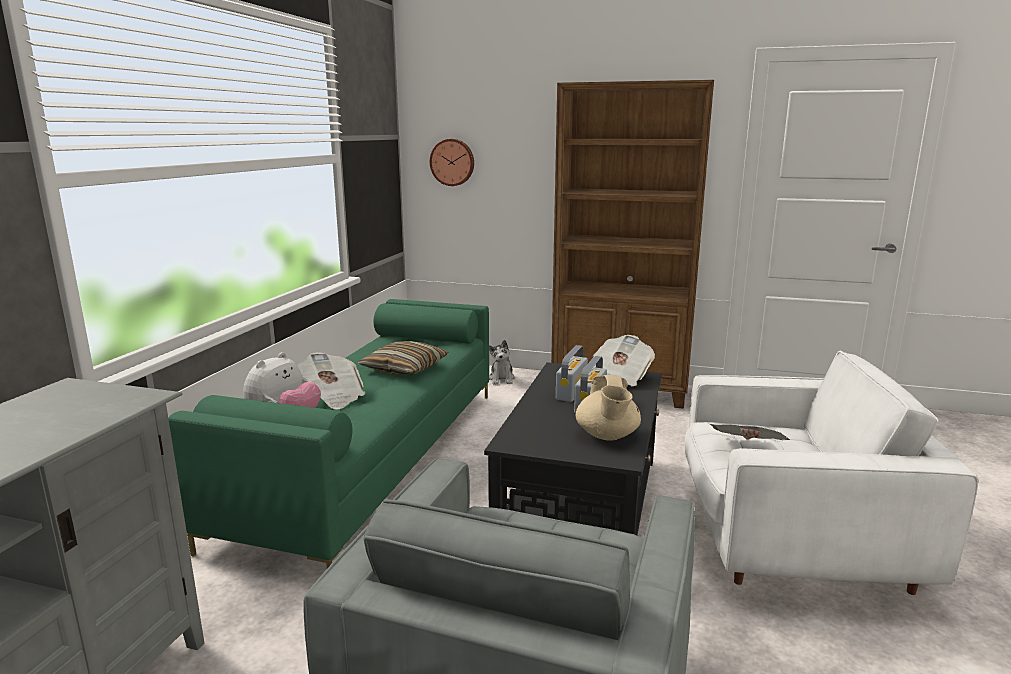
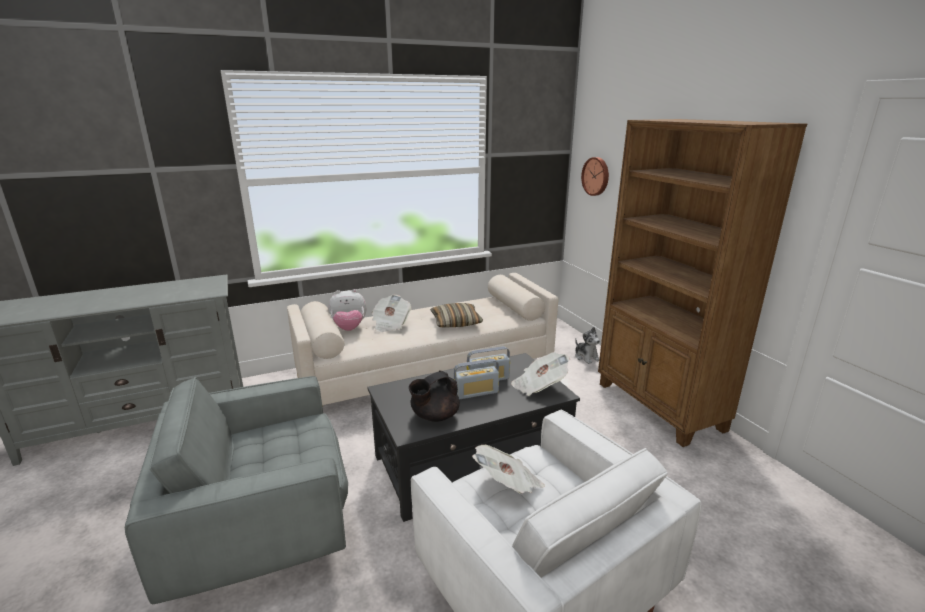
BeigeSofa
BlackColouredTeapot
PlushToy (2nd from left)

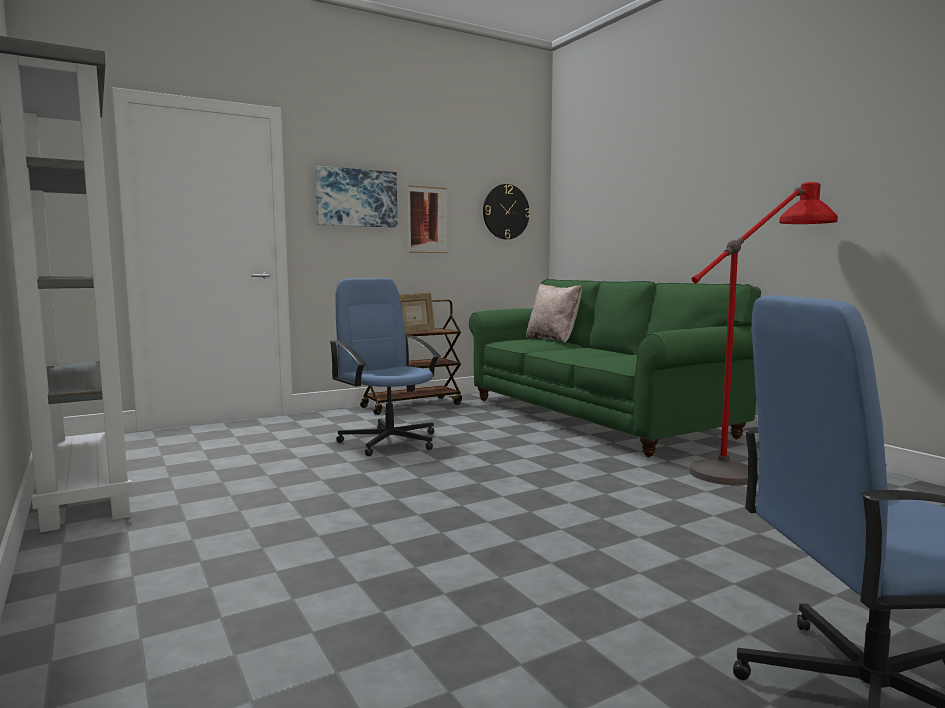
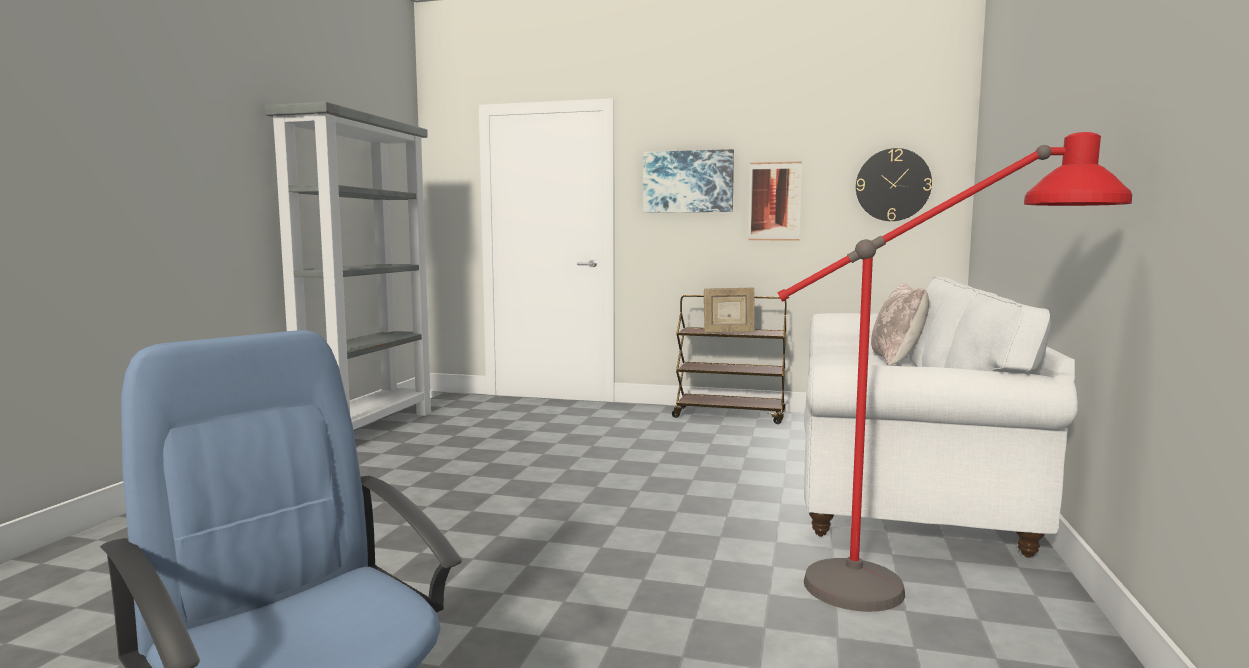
BlueComputerChair (1st from left in the first image)
WhitishSofa

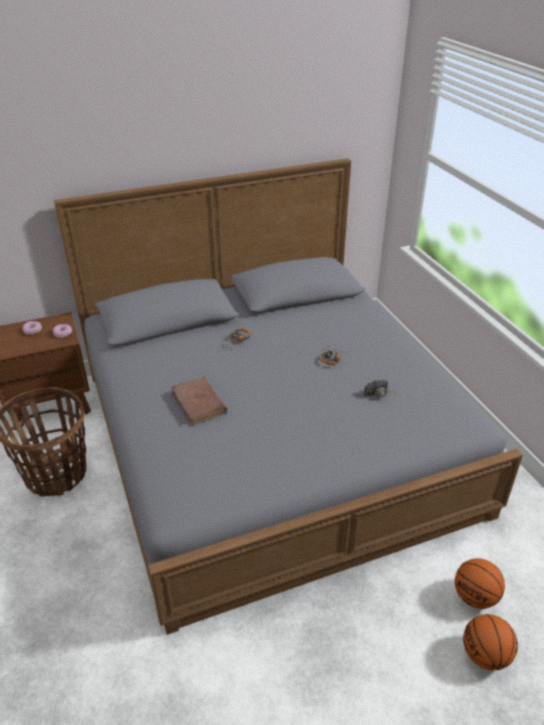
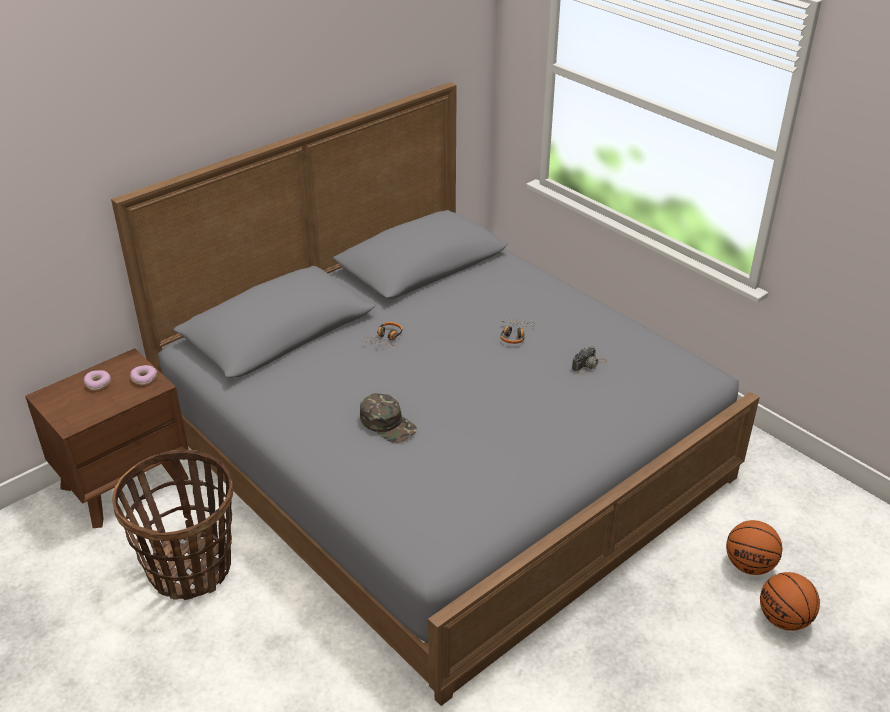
GreenColouredCap

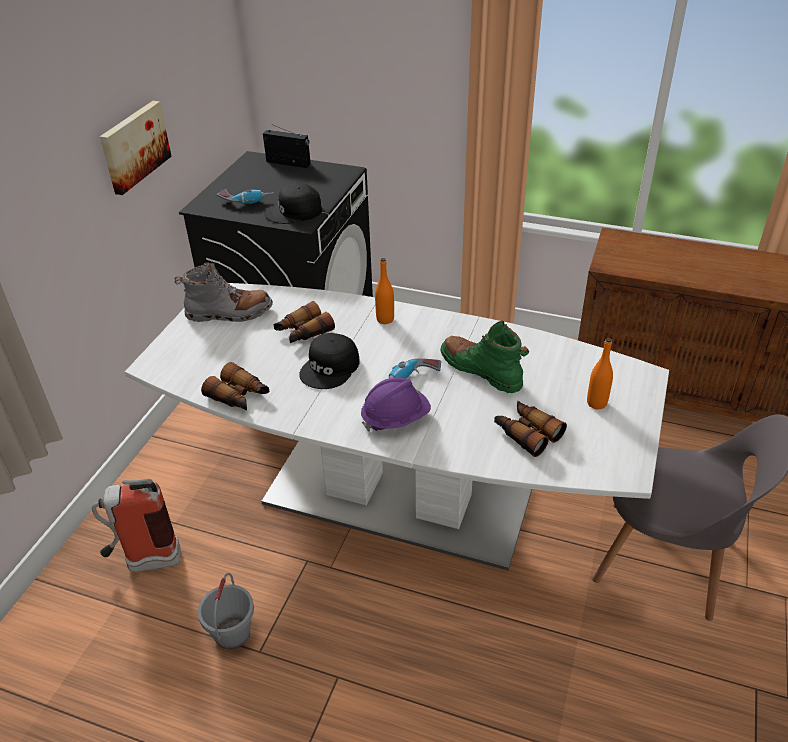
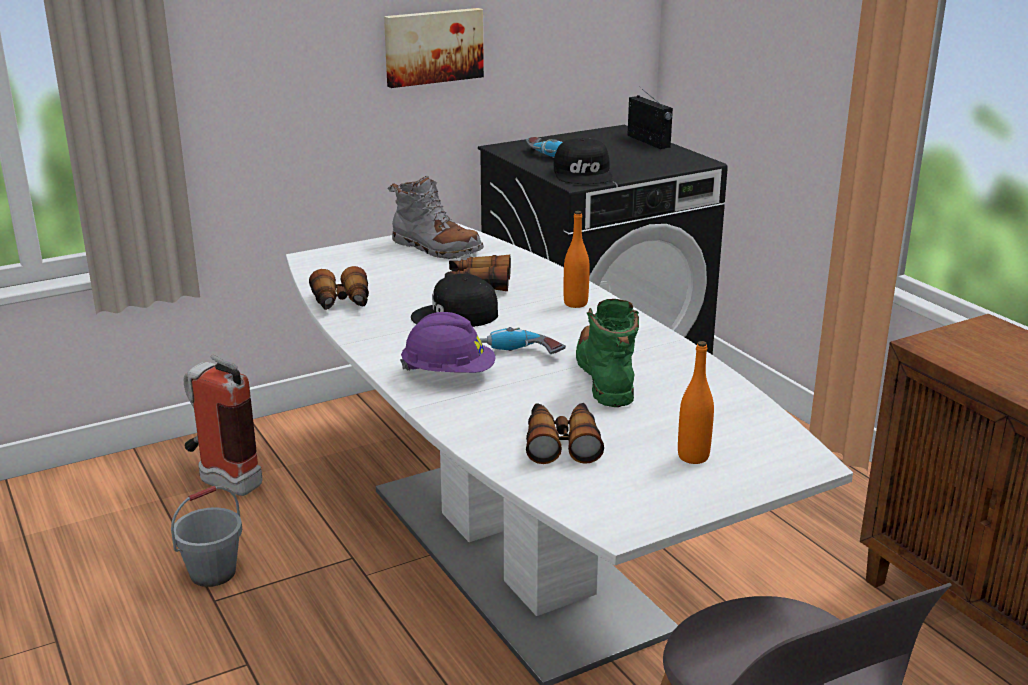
BlackColouredCap (2nd from left)

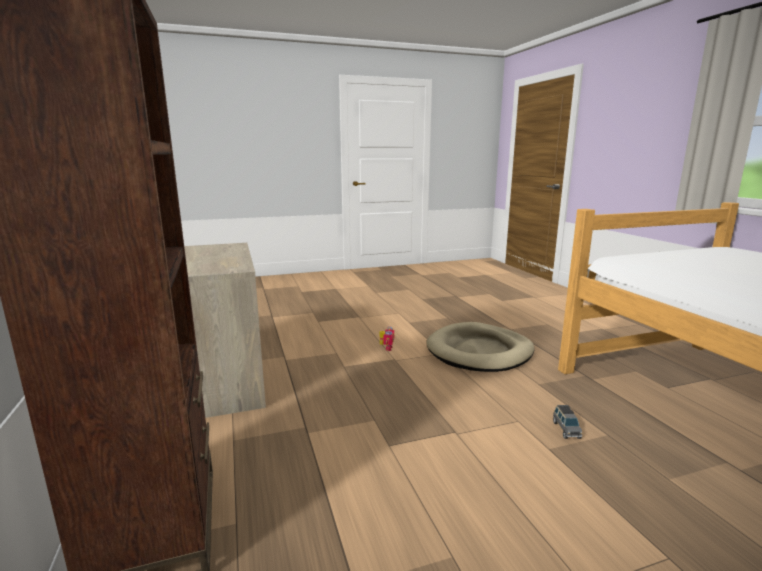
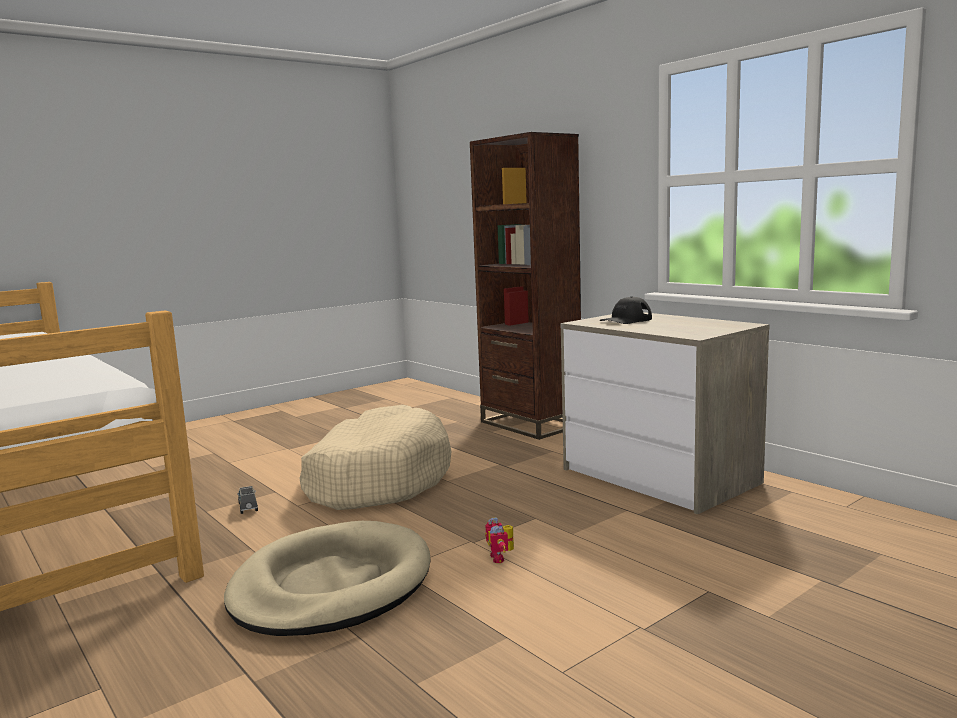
BeigeDogBed (2nd from left)
BlackColouredCap

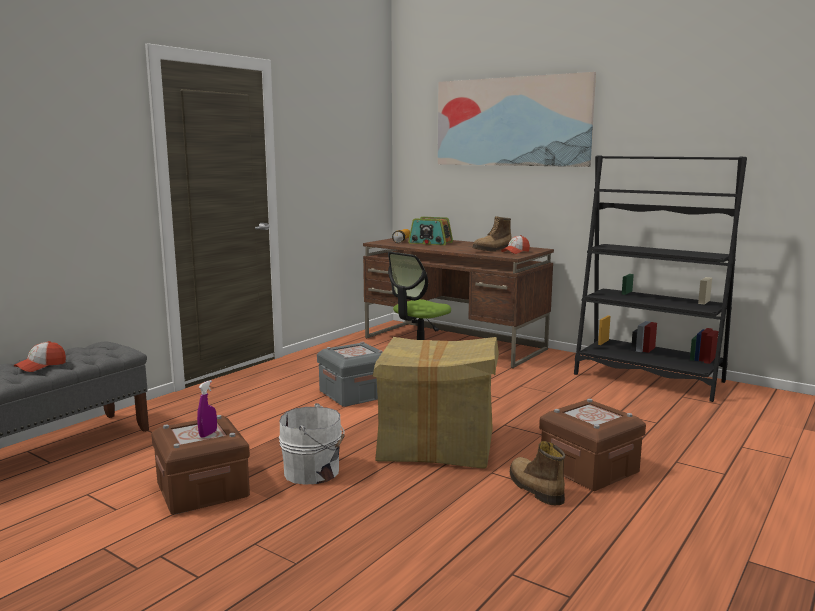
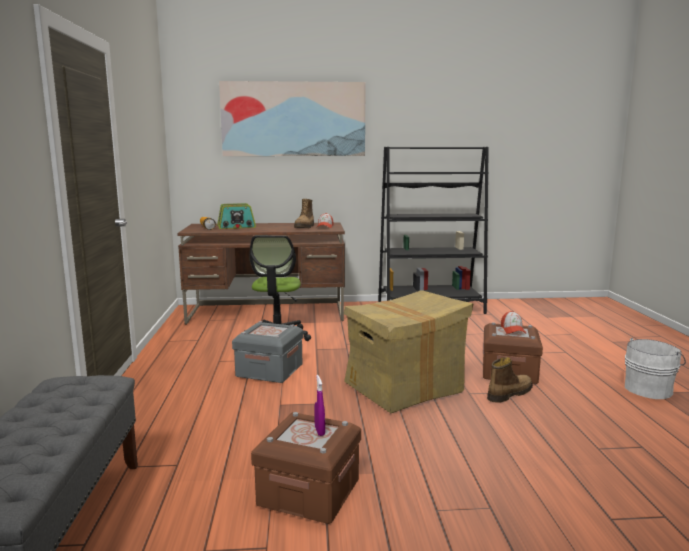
Cap (2nd from left)
WhitishPail
Boot (2nd from left)

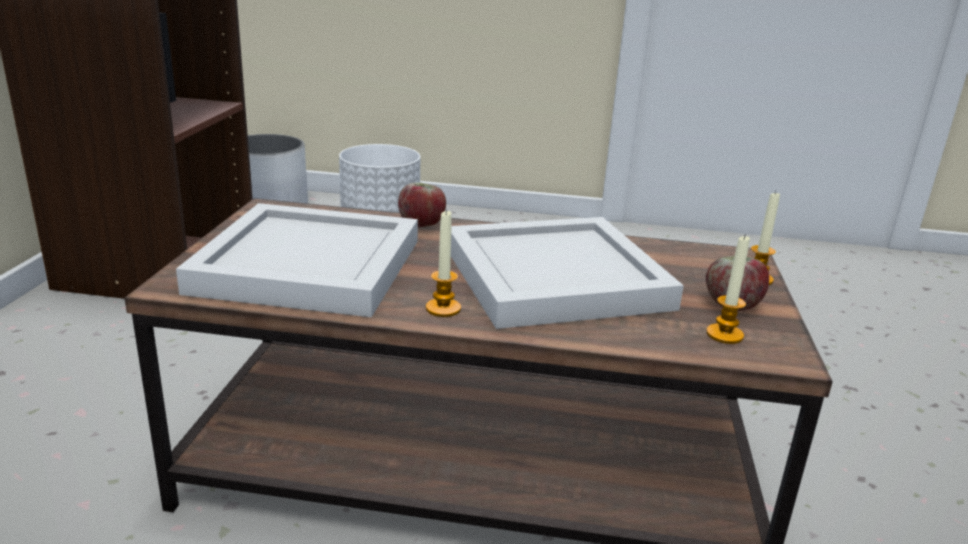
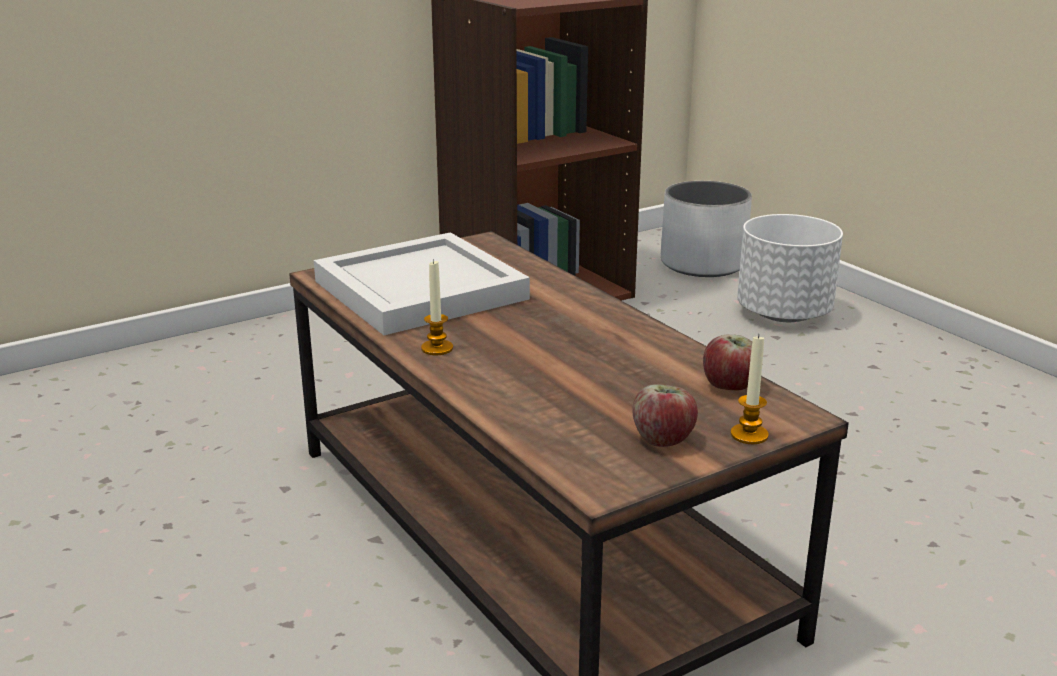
WhitishServingTray (2nd from left in the first image)
WaxCandle (2nd from left in the first image)
WholeApple (2nd from left)

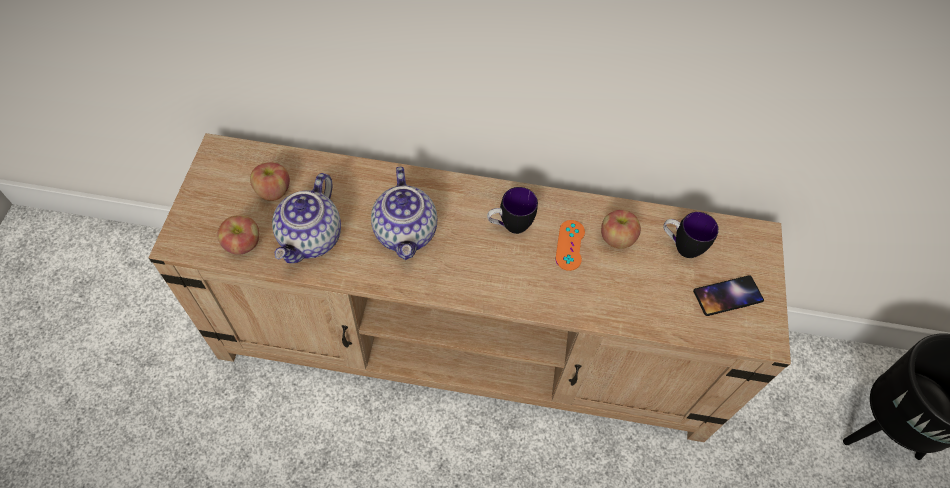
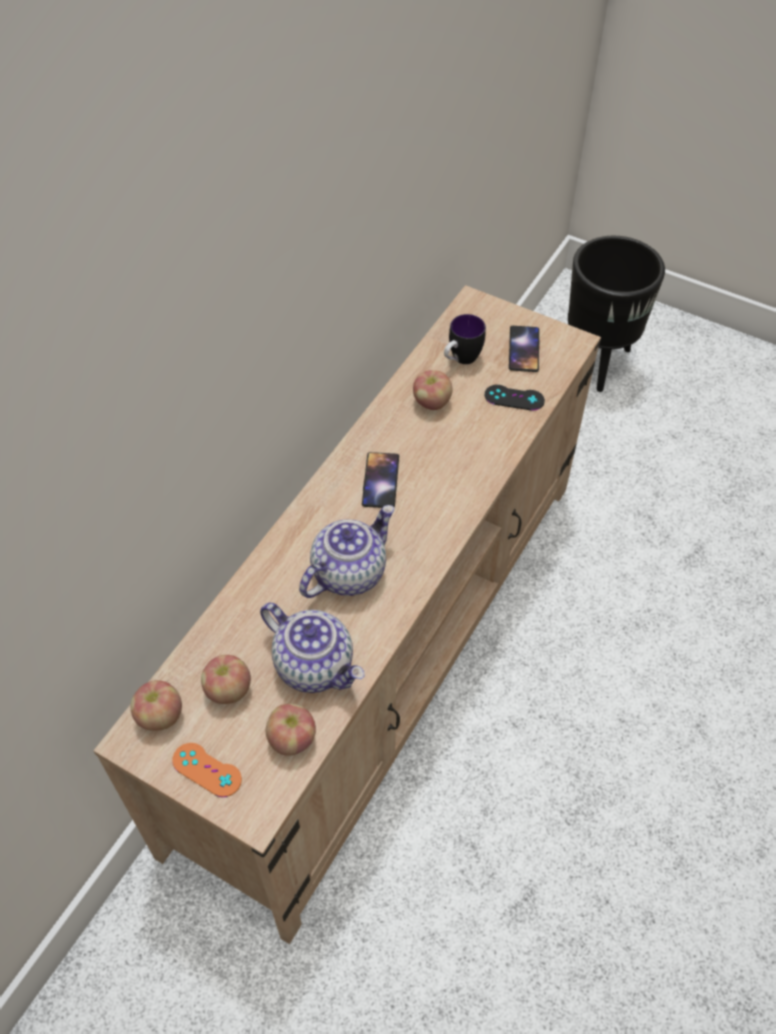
WholeApple (1st from left)
BlackColouredGameController
OrangeColouredGameController
Telephone (1st from left)
Teapot (2nd from left)

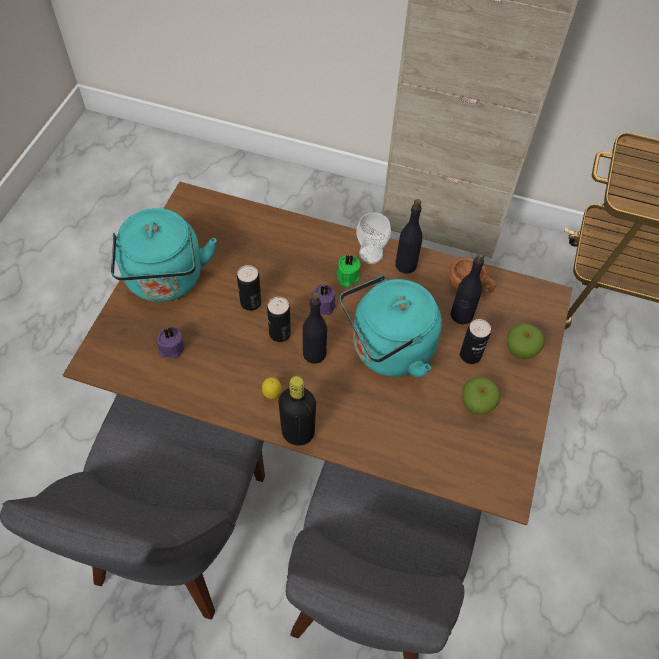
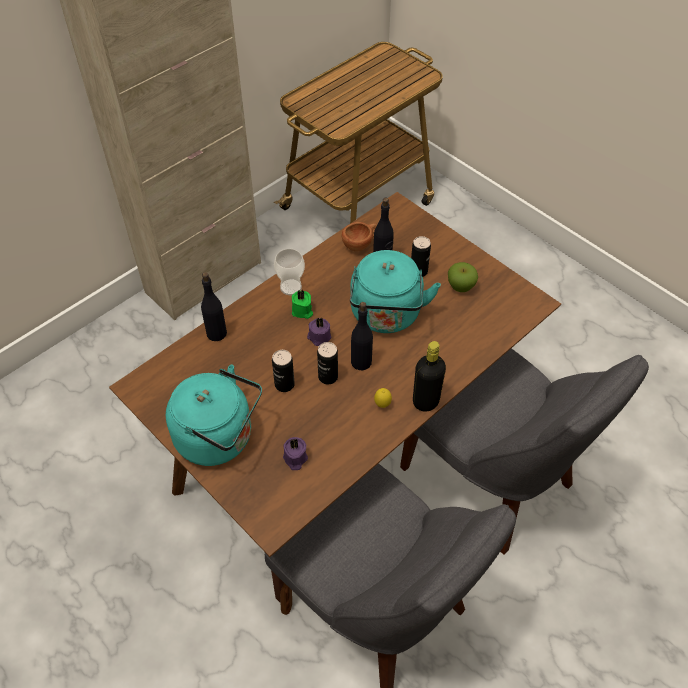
WholeApple (2nd from left in the first image)
BlackColouredBottle (1st from left)

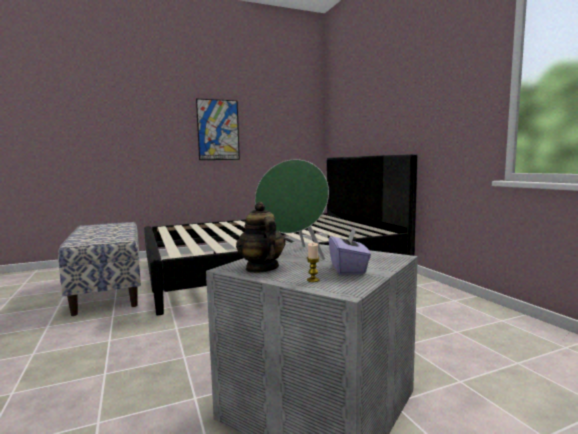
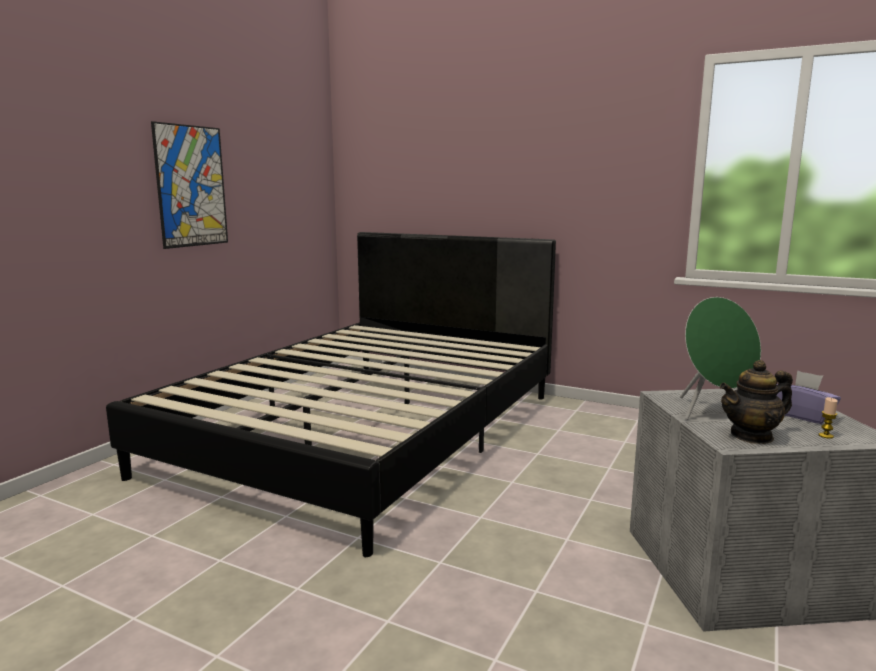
IndoorBench
Teapot

